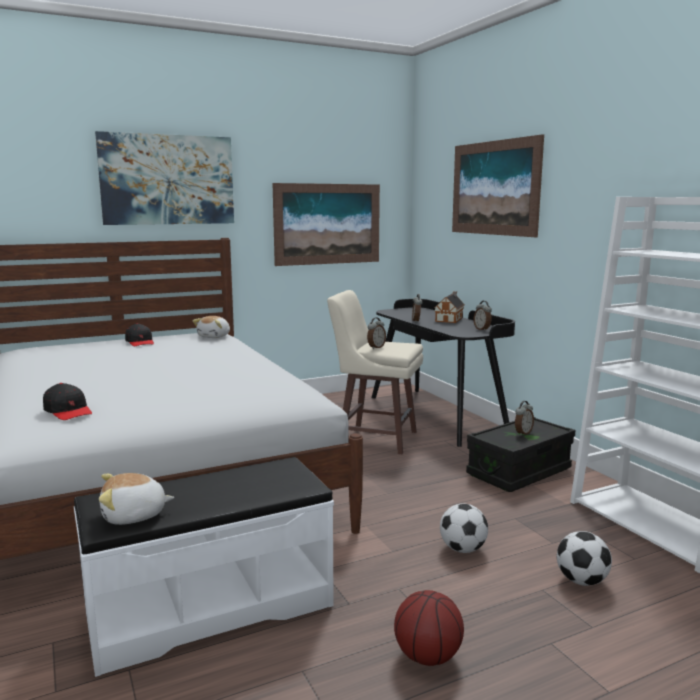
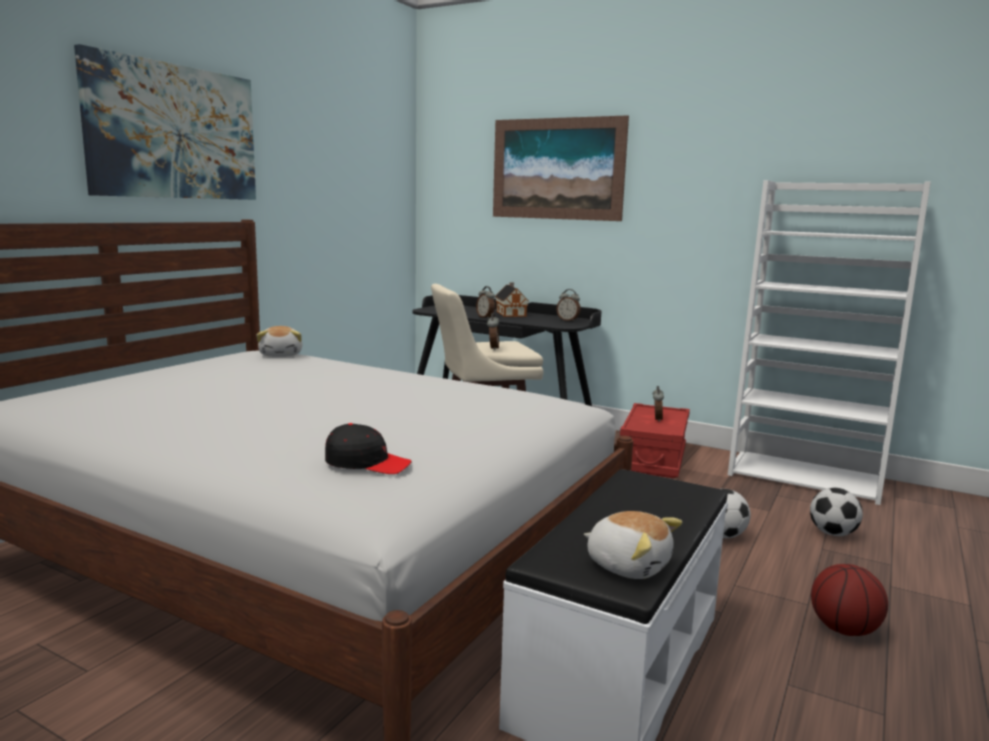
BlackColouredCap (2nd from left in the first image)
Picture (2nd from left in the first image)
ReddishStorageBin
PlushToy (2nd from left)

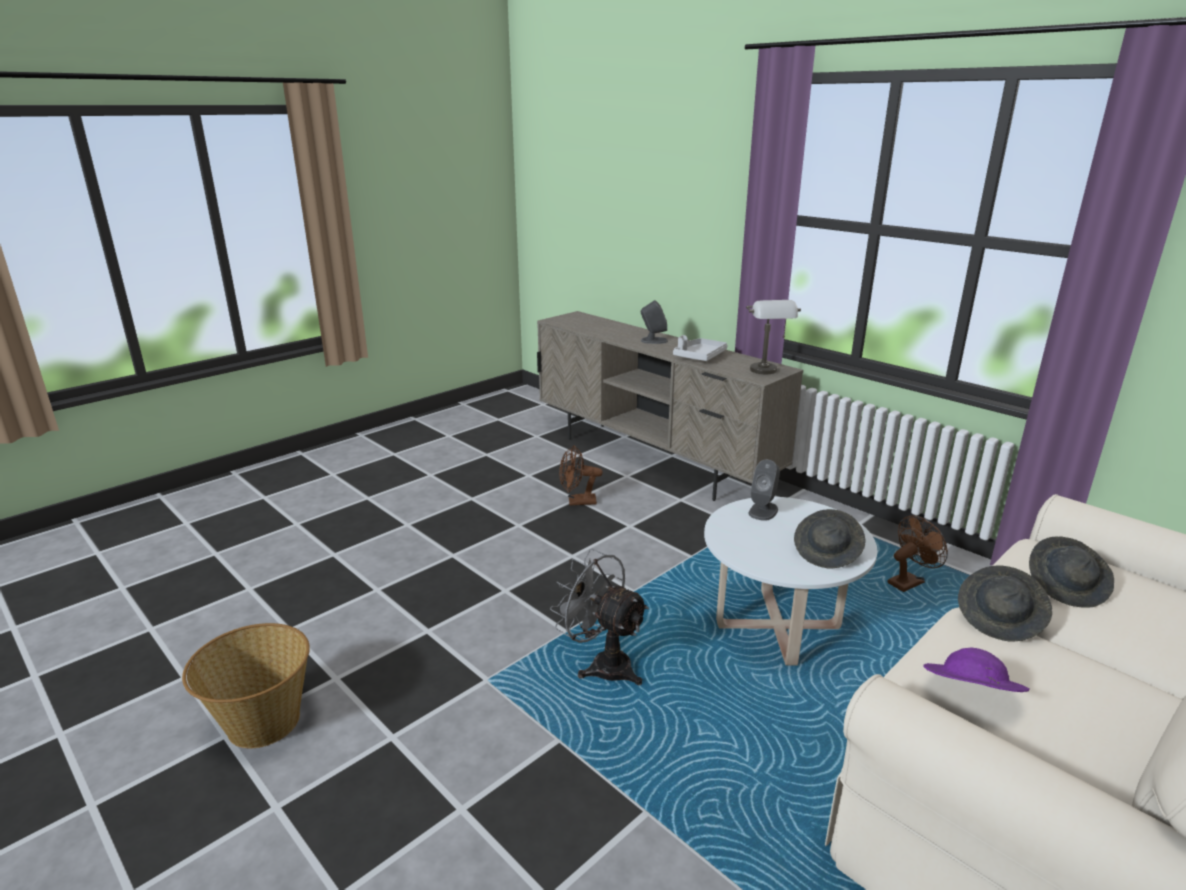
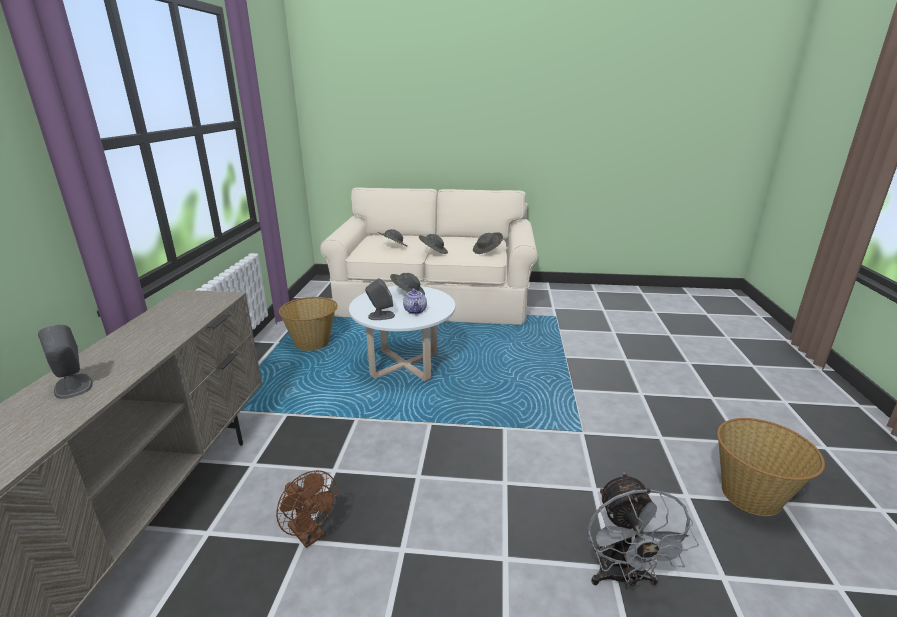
GreyishServingTray
GreyishTabletopLamp
Teapot
GreyishElectricFan
StorageBasket (1st from left)
GreyishWearableHat (4th from left)

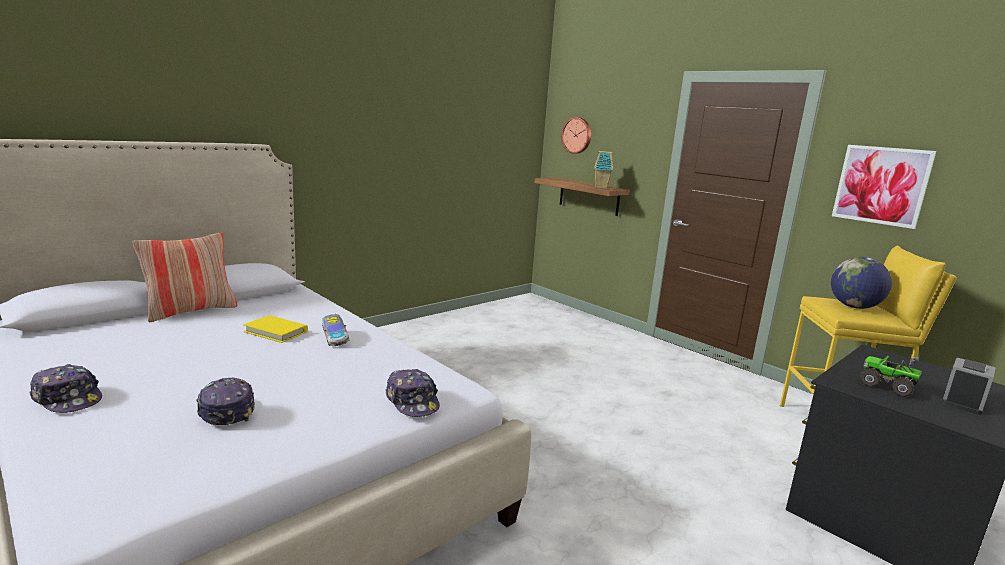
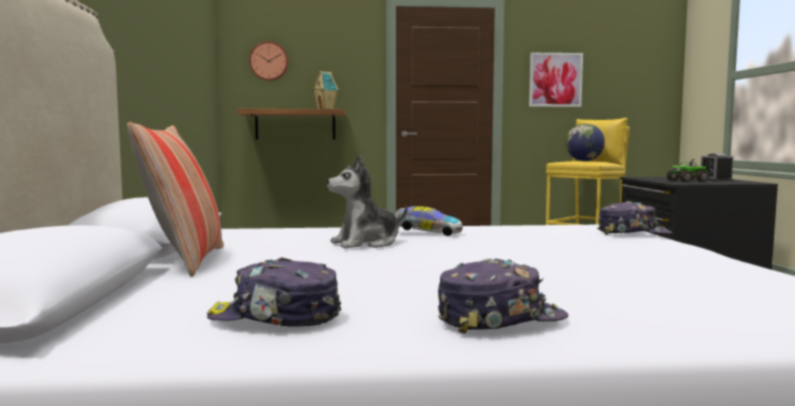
Cap (1st from left)
PlushToy

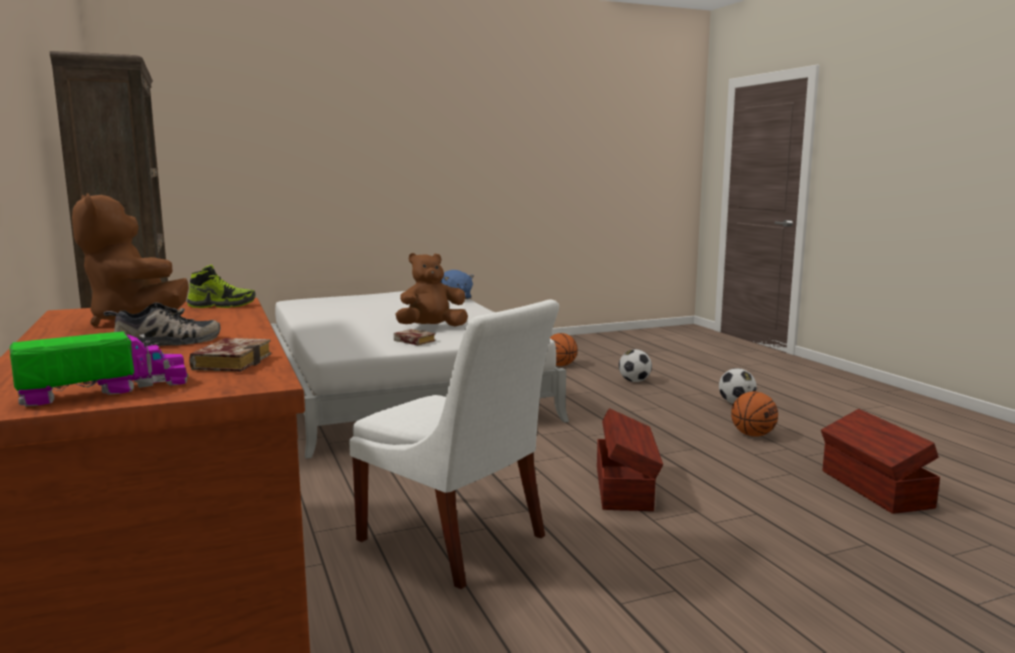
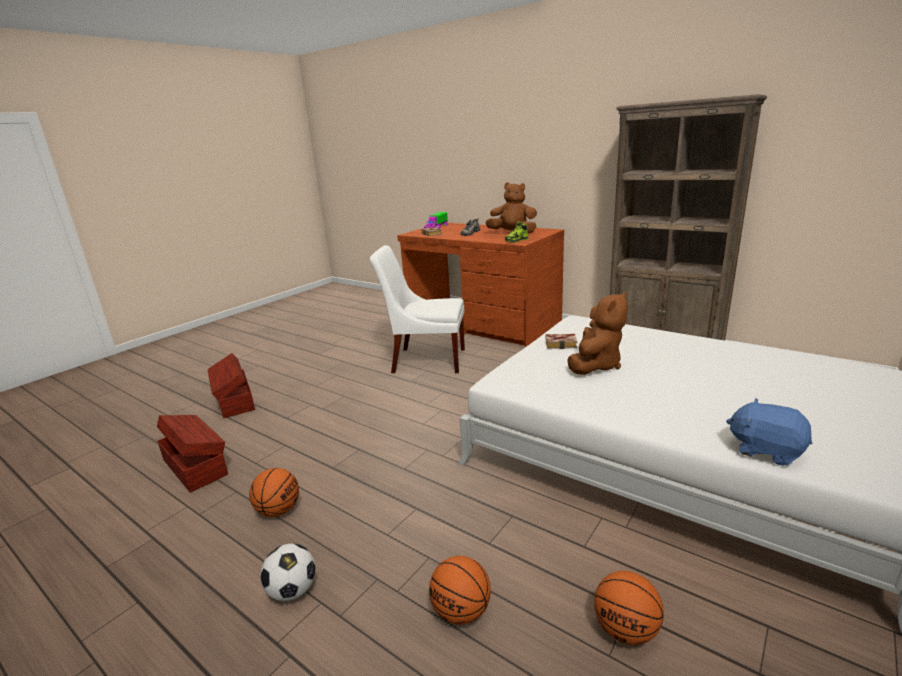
BrownStorageBin (2nd from left)
BasketballBall (2nd from left)

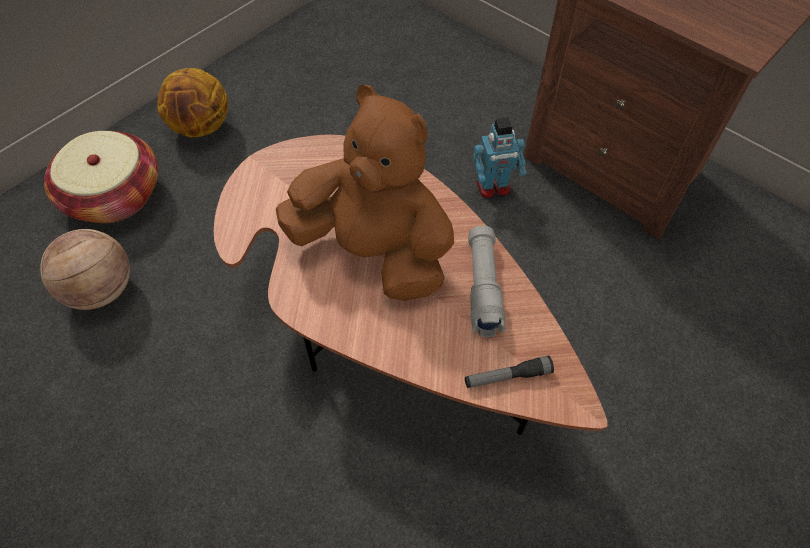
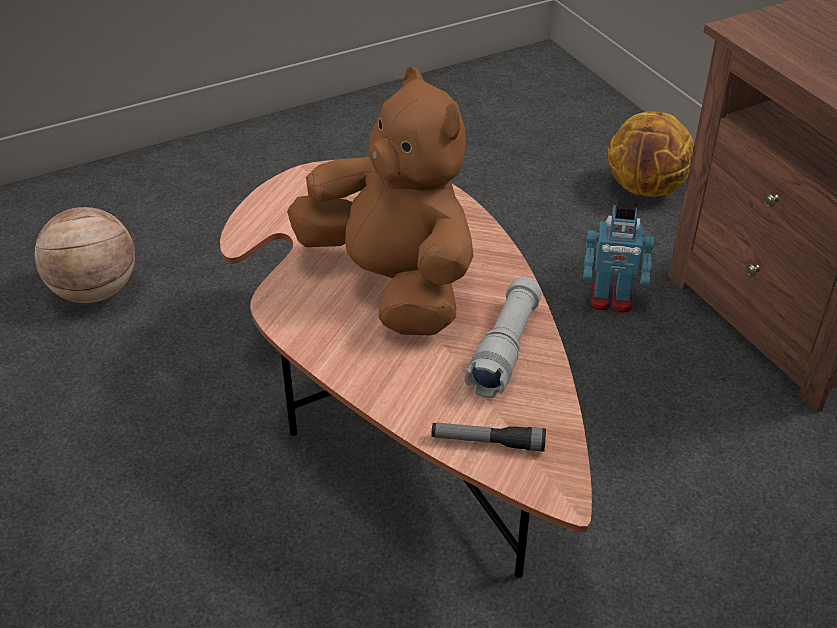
StorageBasket
BasketballBall (2nd from left)

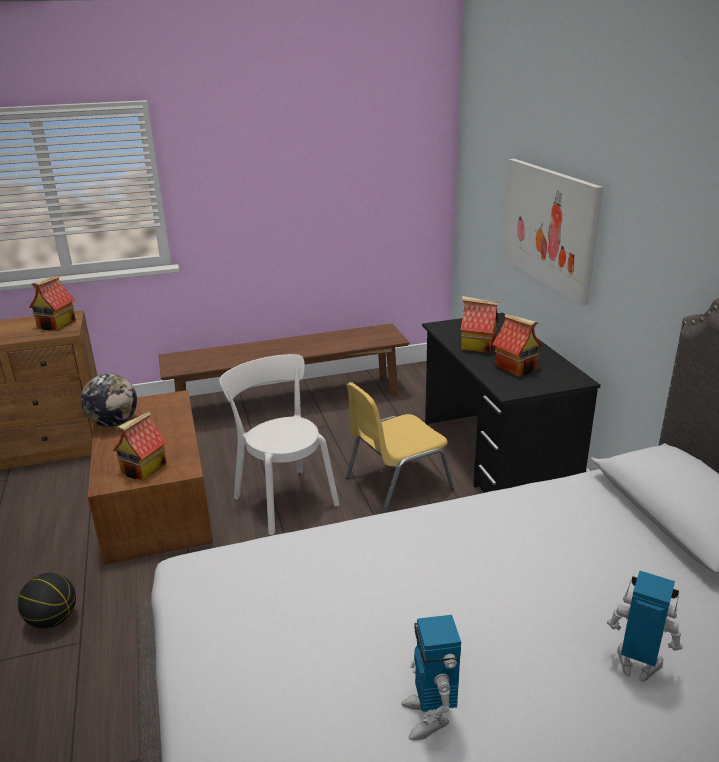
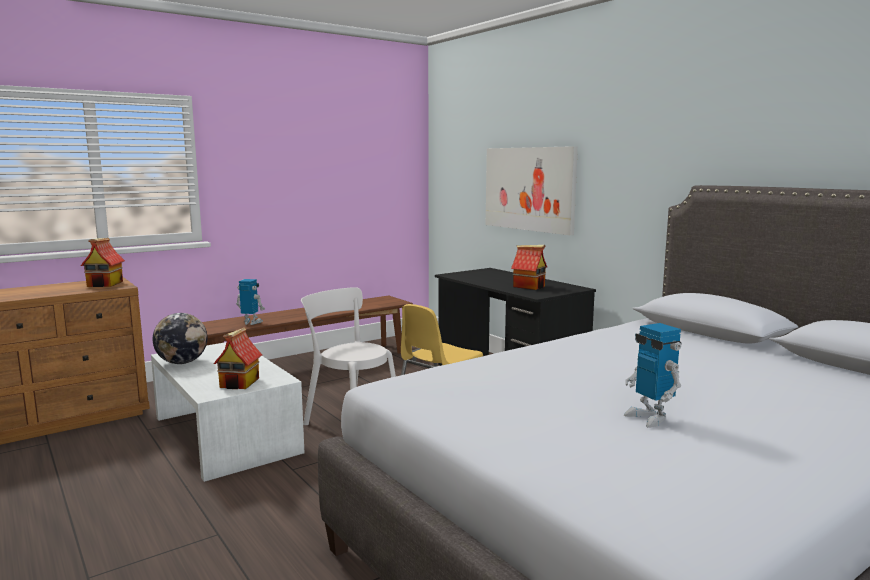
BasketballBall
ToyHouse (3rd from left in the first image)
ModelRobot (1st from left)
WhitishLoungeTable

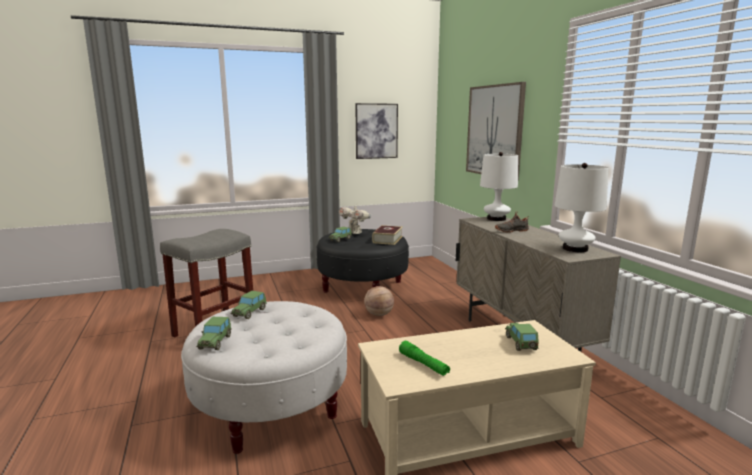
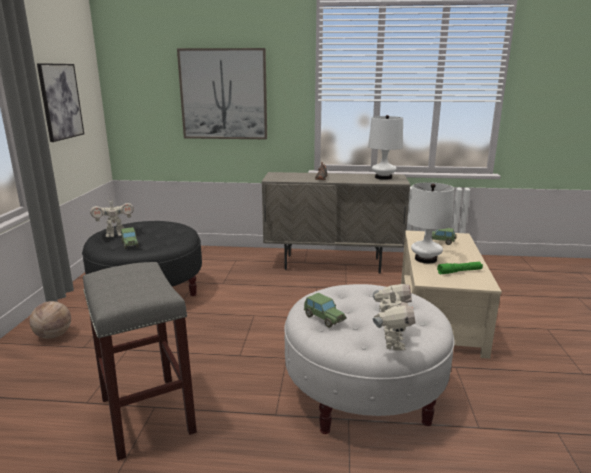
Volume
BasketballBall
WhitishTabletopLamp (2nd from left)
ModelRobot (2nd from left)

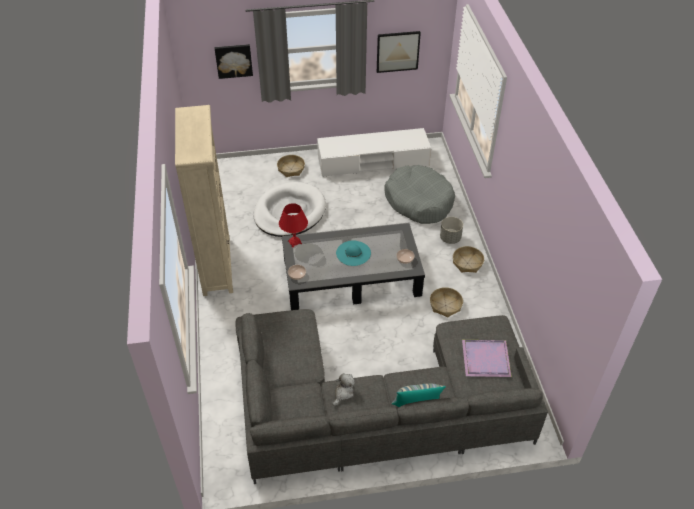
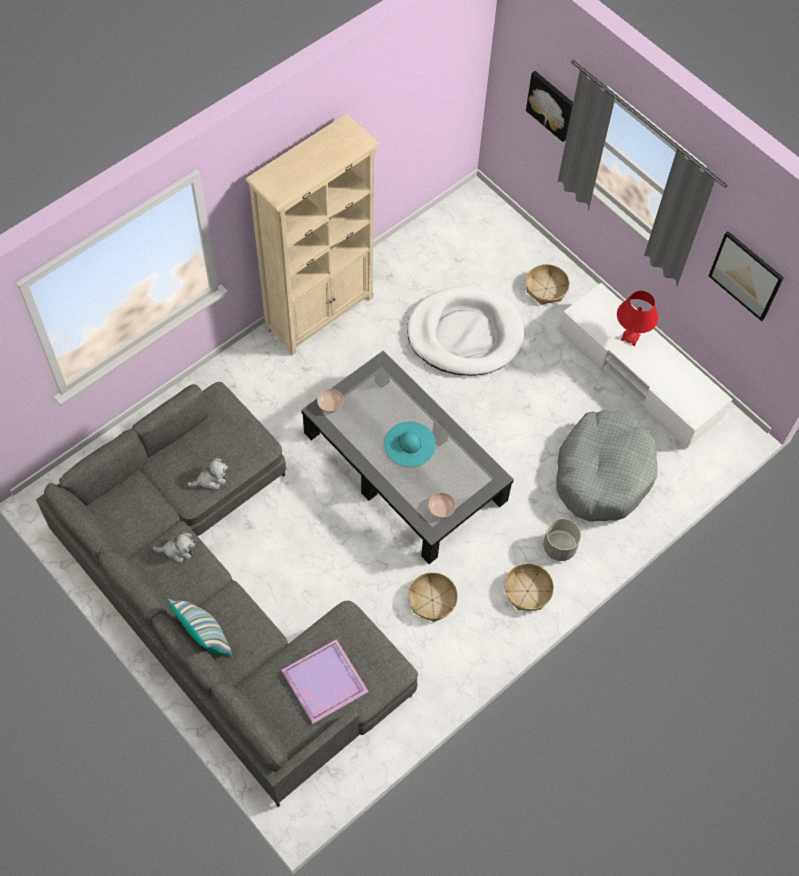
PlushToy (2nd from left)
ReddishTabletopLamp

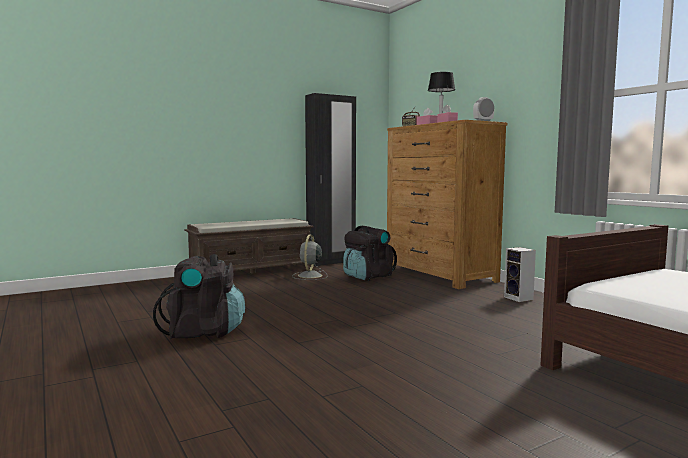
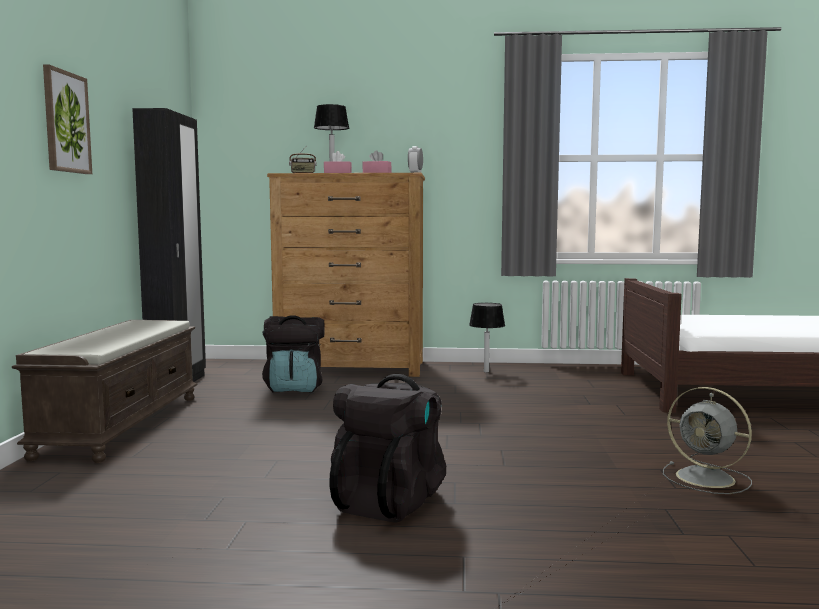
Picture
GreyishElectricFan
TabletopLamp (2nd from left)

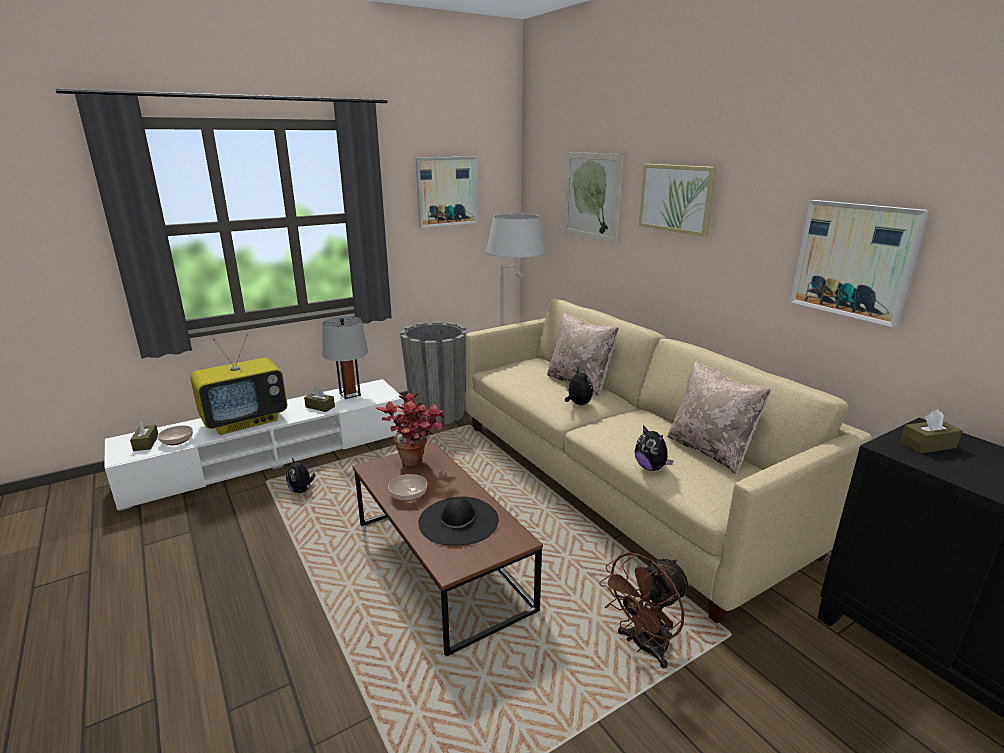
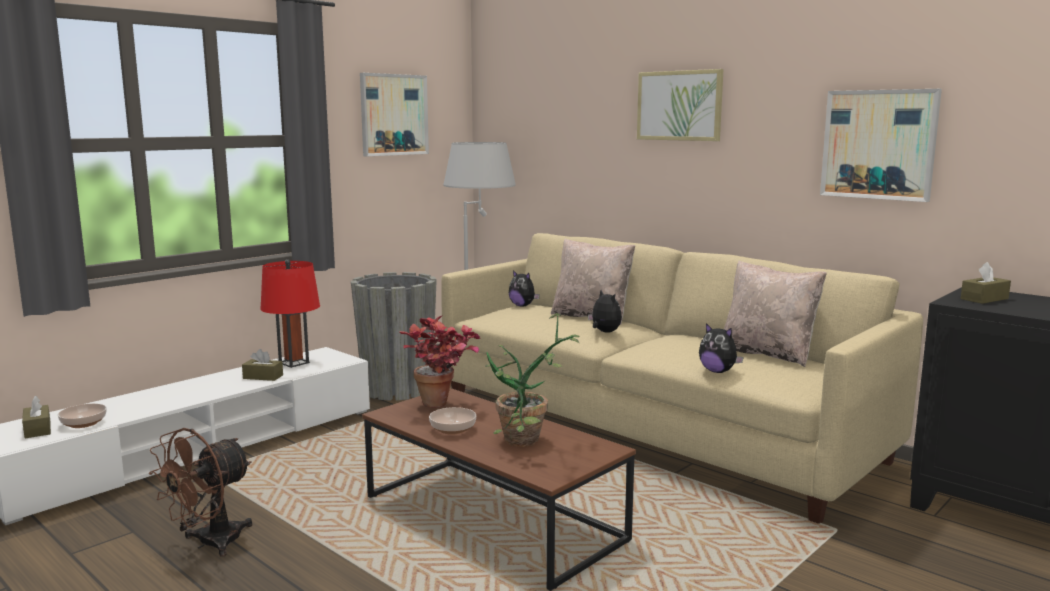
Tv
Picture (2nd from left in the first image)
PlushToy (1st from left)
BrownElectricFan
PlantInAPot (2nd from left)
ReddishTabletopLamp

